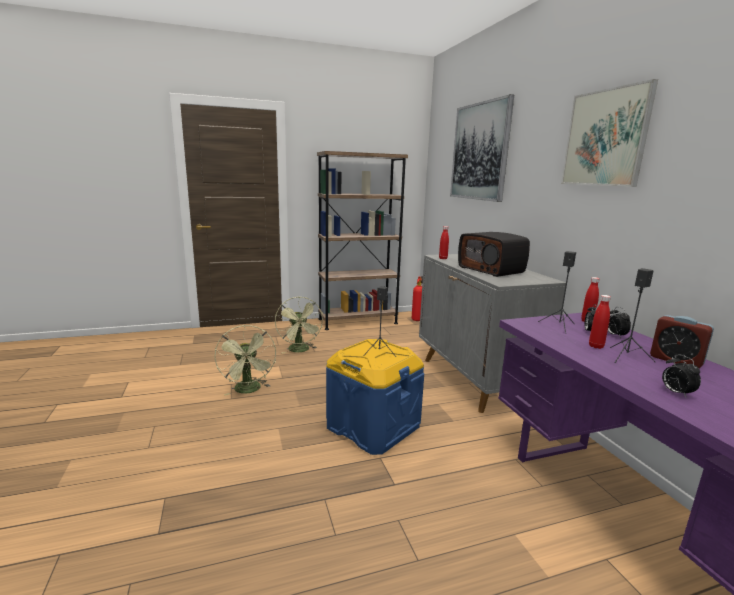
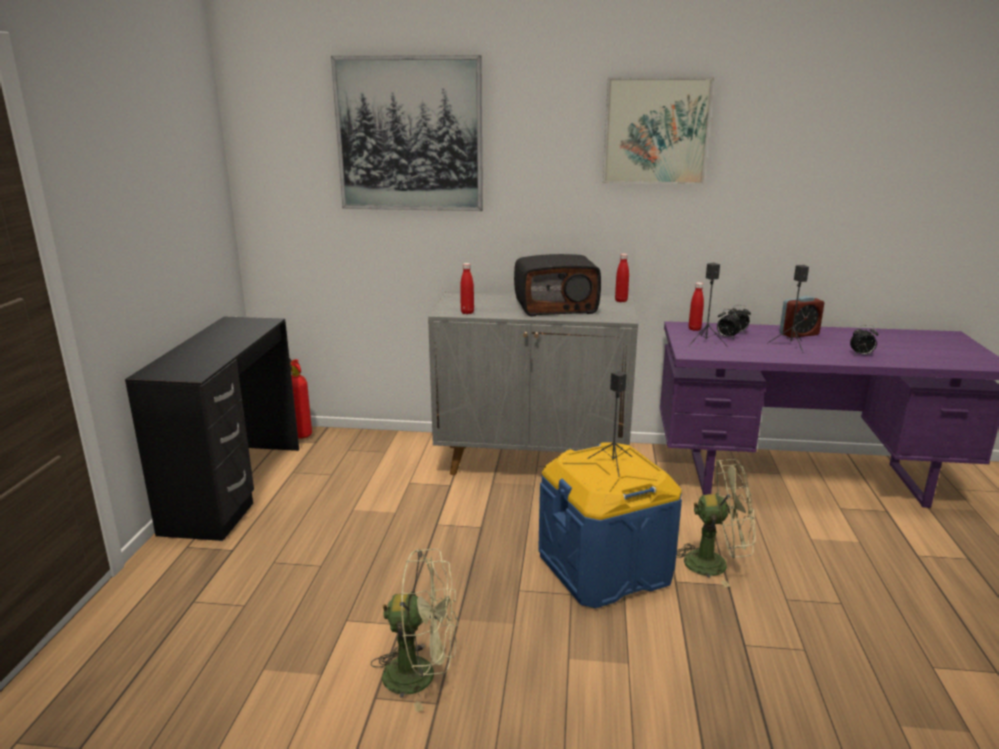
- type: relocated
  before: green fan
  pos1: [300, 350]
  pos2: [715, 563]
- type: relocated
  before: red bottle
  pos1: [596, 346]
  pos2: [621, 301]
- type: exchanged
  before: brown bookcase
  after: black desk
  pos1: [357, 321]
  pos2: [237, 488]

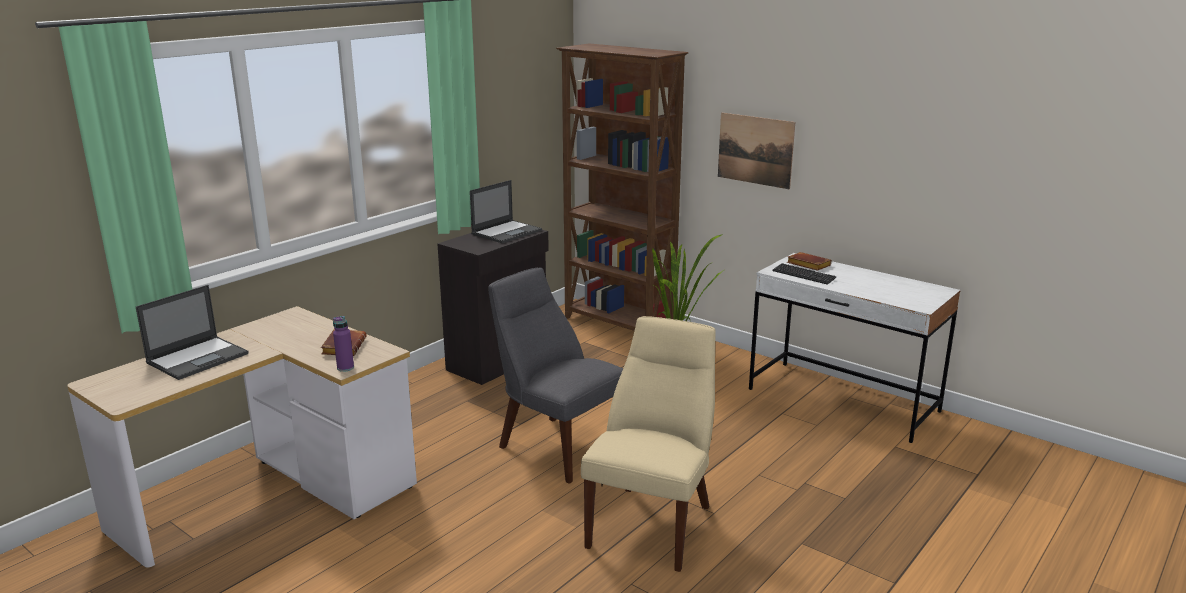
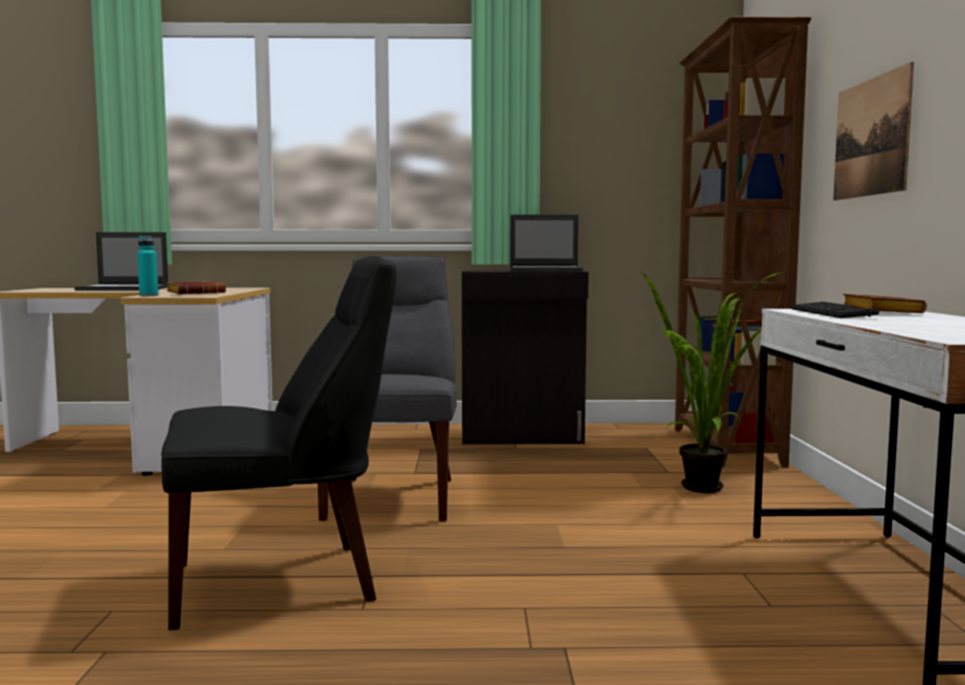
- type: colour
  before: purple bottle
  after: turquoise bottle
  pos1: [345, 368]
  pos2: [149, 295]
- type: colour
  before: beige chair
  after: black chair
  pos1: [653, 523]
  pos2: [284, 581]

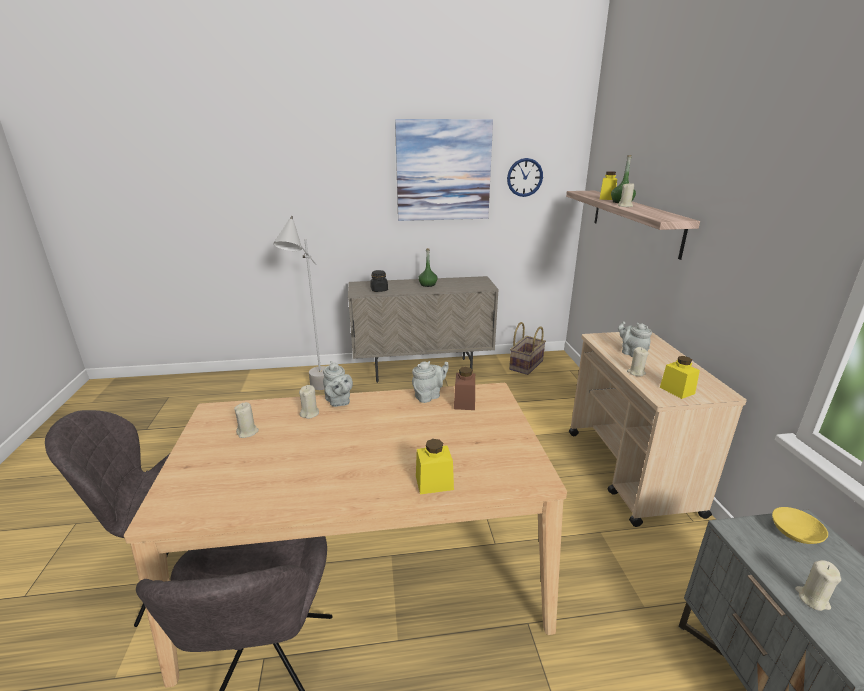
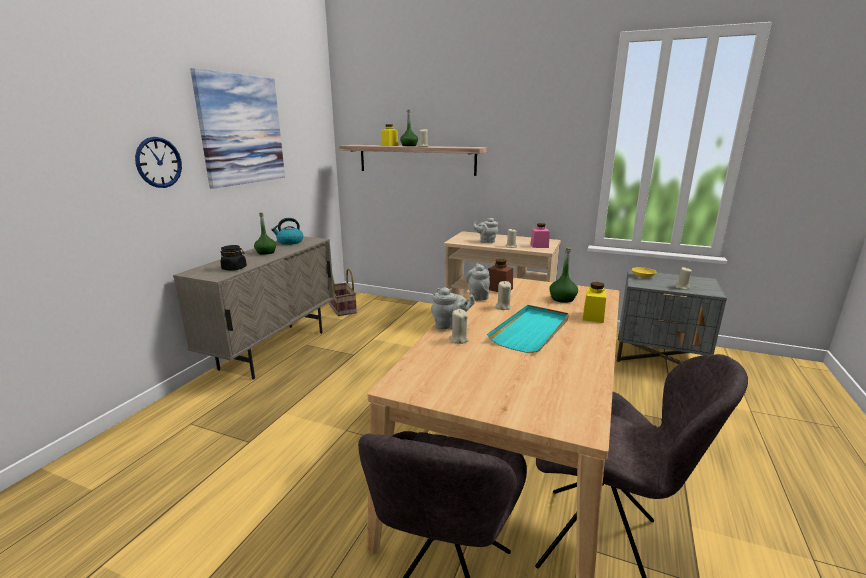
- type: missing
  before: grey floor lamp
  pos1: [315, 394]
- type: appeared
  after: kettle
  pos2: [289, 242]
- type: appeared
  after: turquoise tray
  pos2: [531, 331]
- type: appeared
  after: green bottle
  pos2: [562, 299]
- type: relocated
  before: beige candle
  pos1: [248, 432]
  pos2: [503, 307]
- type: relocated
  before: wall clock
  pos1: [524, 177]
  pos2: [158, 162]
- type: colour
  before: yellow jar
  after: pink jar
  pos1: [677, 390]
  pos2: [539, 246]

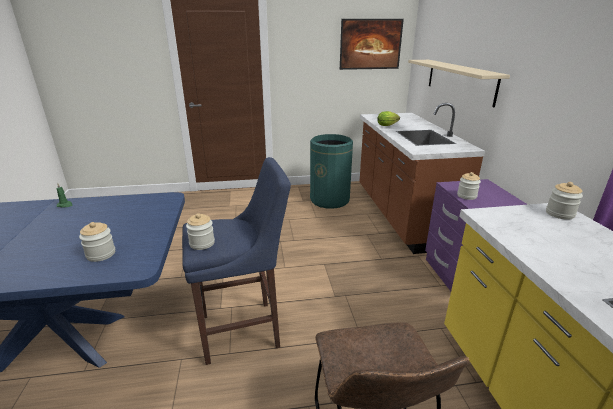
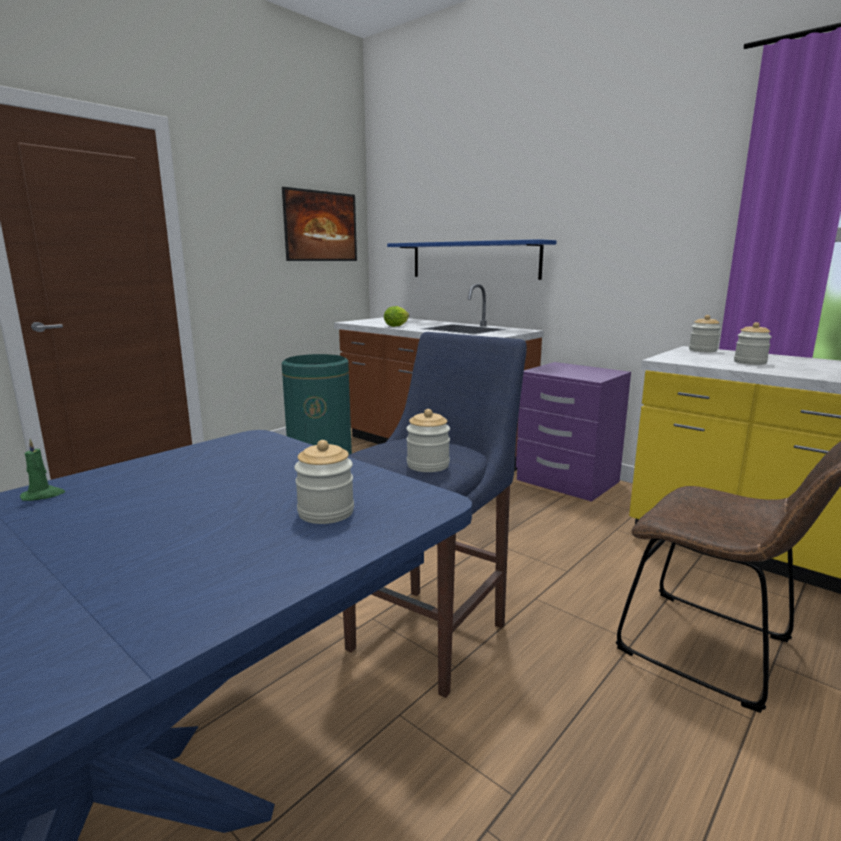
- type: relocated
  before: jar
  pos1: [466, 196]
  pos2: [750, 362]
- type: colour
  before: beige shelf
  after: blue shelf
  pos1: [459, 80]
  pos2: [473, 260]

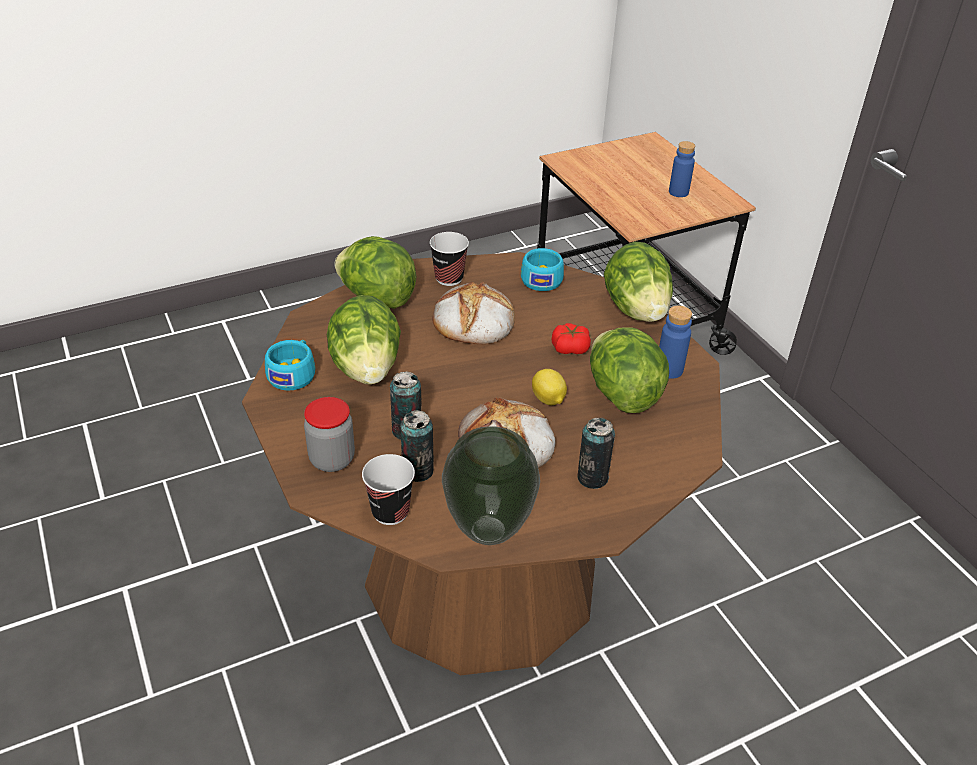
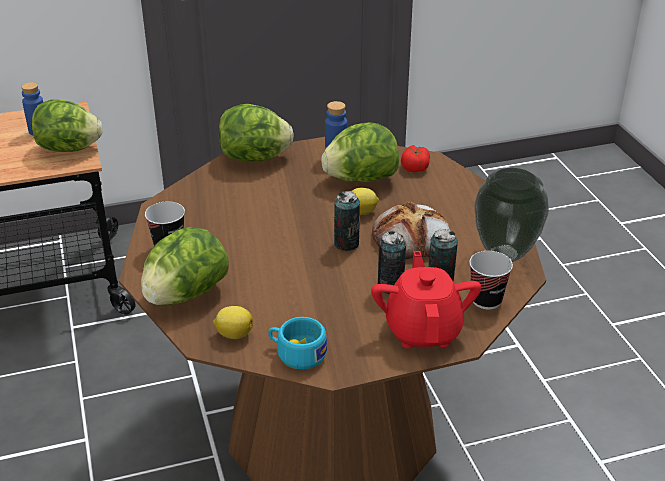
- type: missing
  before: bread
  pos1: [473, 321]
- type: missing
  before: turquoise cup
  pos1: [542, 278]
- type: appeared
  after: lemon
  pos2: [233, 334]
- type: relocated
  before: lettuce
  pos1: [367, 368]
  pos2: [69, 149]
- type: relocated
  before: tomato
  pos1: [570, 348]
  pos2: [415, 167]
- type: relocated
  before: can
  pos1: [592, 477]
  pos2: [346, 244]
- type: exchanged
  before: jar
  after: red teapot
  pos1: [332, 459]
  pos2: [423, 330]

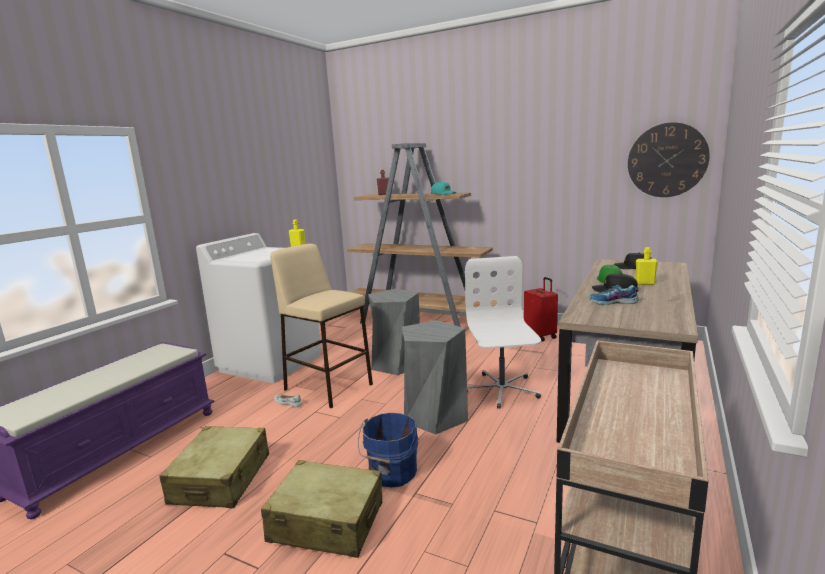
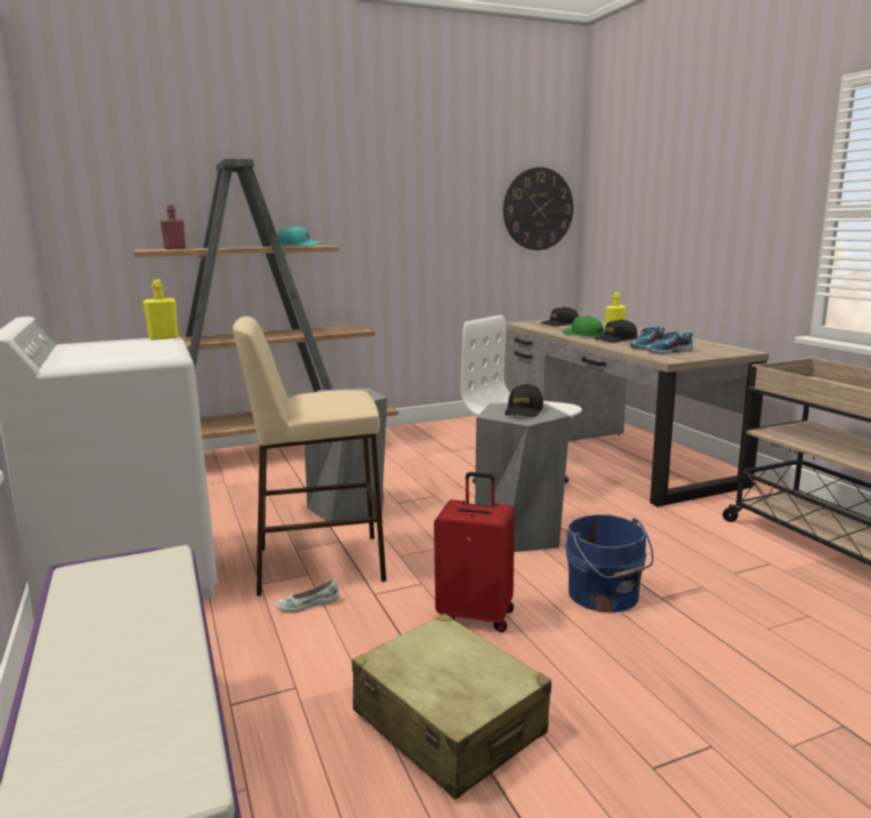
- type: missing
  before: beige suitcase
  pos1: [327, 522]
- type: appeared
  after: black cap
  pos2: [524, 411]
- type: appeared
  after: shoe
  pos2: [669, 352]
- type: relocated
  before: red suitcase
  pos1: [541, 336]
  pos2: [476, 615]

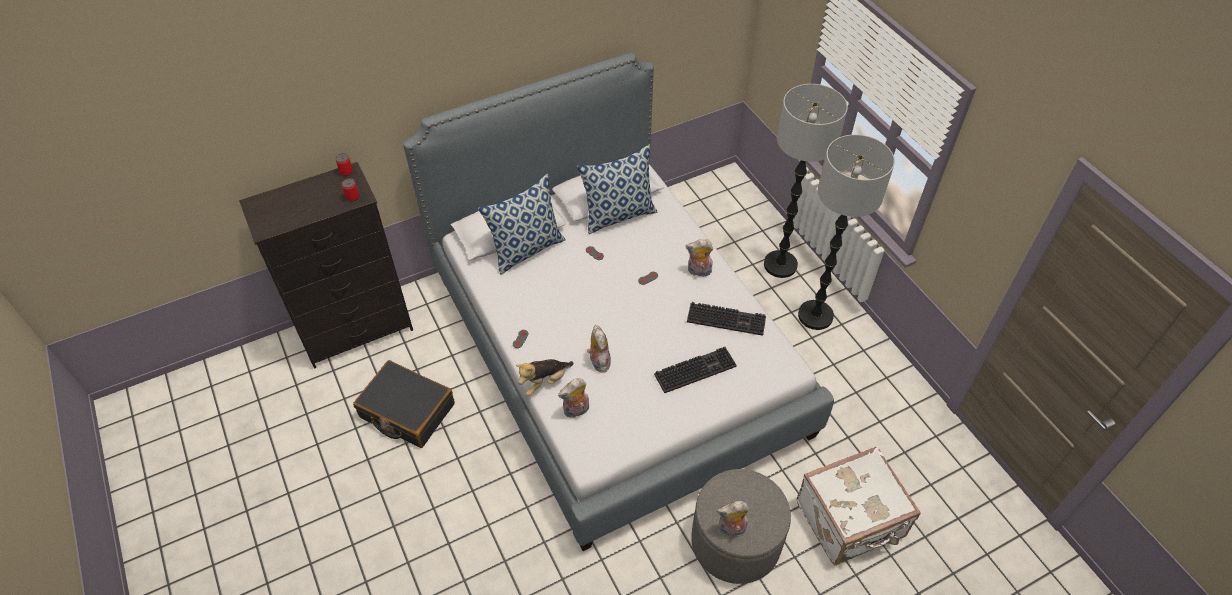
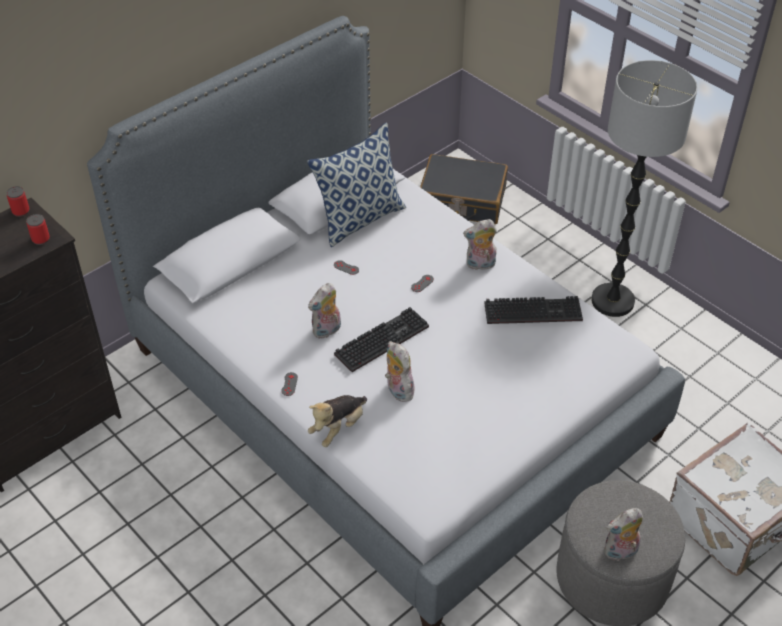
- type: missing
  before: pillow
  pos1: [526, 249]
- type: missing
  before: floor lamp
  pos1: [780, 265]
- type: relocated
  before: black suitcase
  pos1: [407, 411]
  pos2: [462, 200]
- type: relocated
  before: plush toy
  pos1: [576, 411]
  pos2: [327, 331]
- type: relocated
  before: keyboard
  pos1: [695, 369]
  pos2: [382, 339]

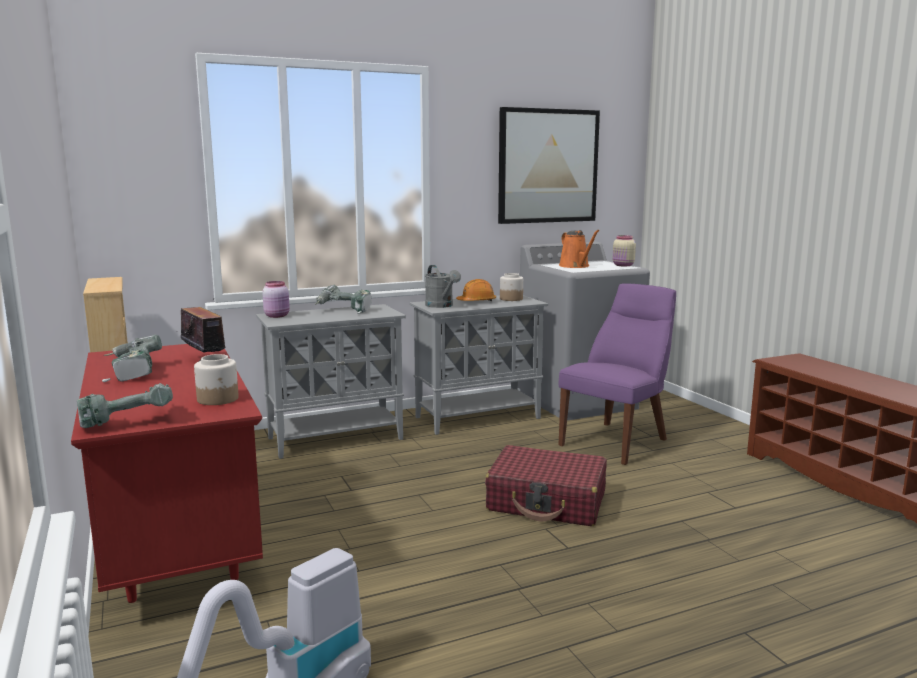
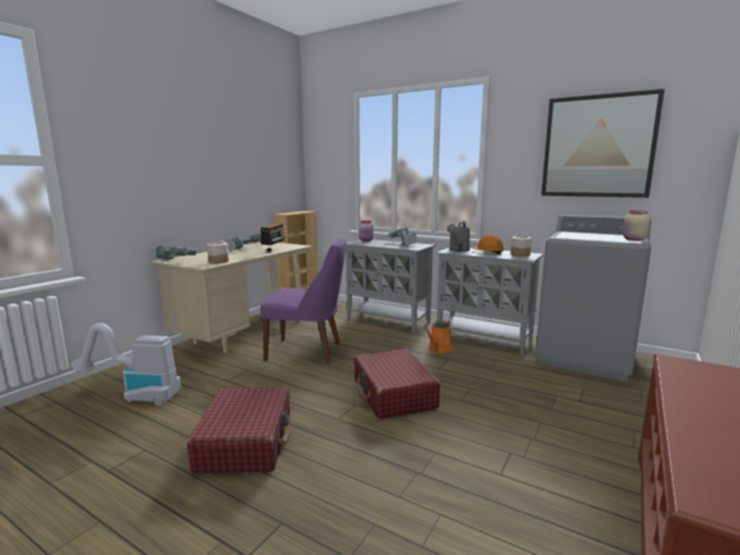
- type: appeared
  after: red suitcase
  pos2: [246, 442]
- type: relocated
  before: orange watering can
  pos1: [576, 266]
  pos2: [439, 349]
- type: relocated
  before: purple chair
  pos1: [617, 441]
  pos2: [308, 351]
- type: colour
  before: red desk
  after: beige desk
  pos1: [177, 543]
  pos2: [245, 333]

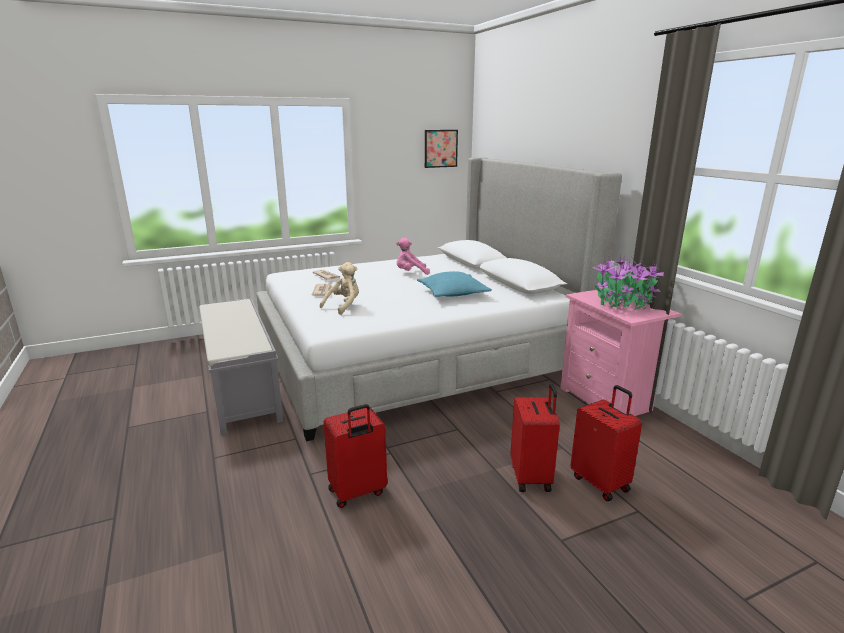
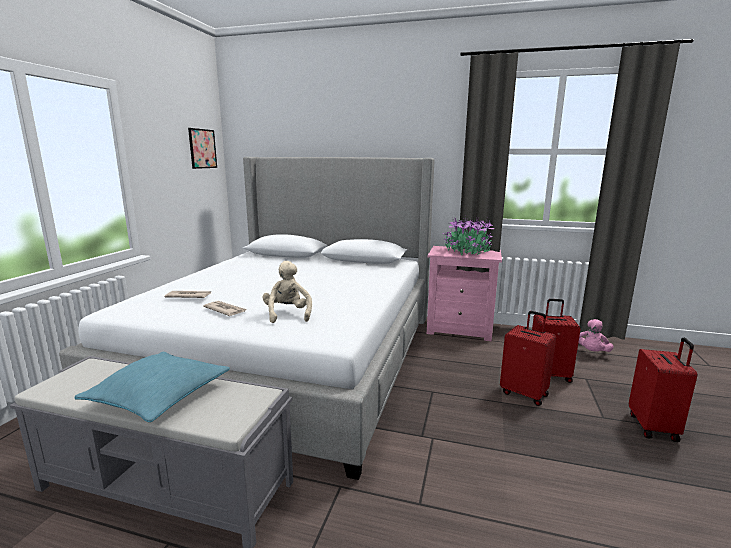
- type: relocated
  before: red suitcase
  pos1: [357, 492]
  pos2: [654, 427]
- type: relocated
  before: pink plush toy
  pos1: [410, 273]
  pos2: [592, 352]
- type: relocated
  before: turquoise pillow
  pos1: [453, 293]
  pos2: [159, 396]

